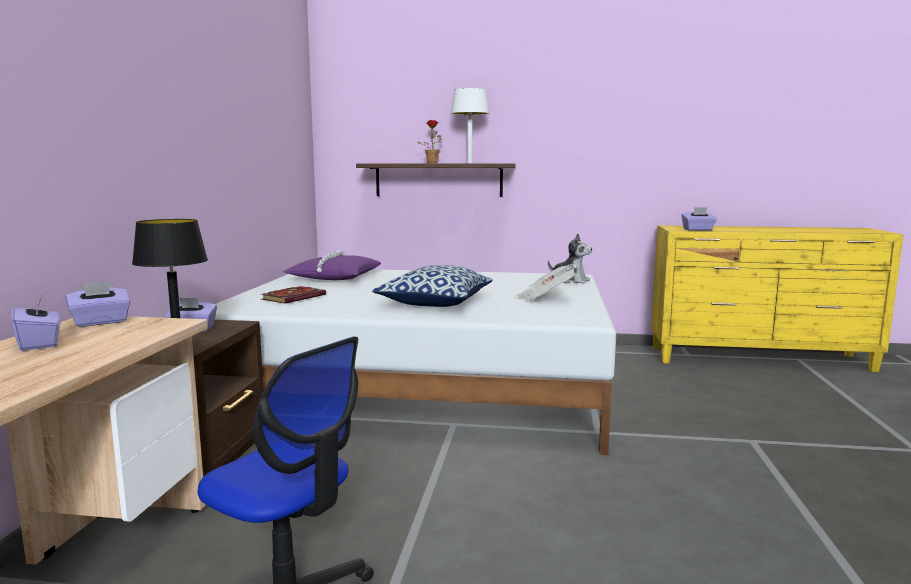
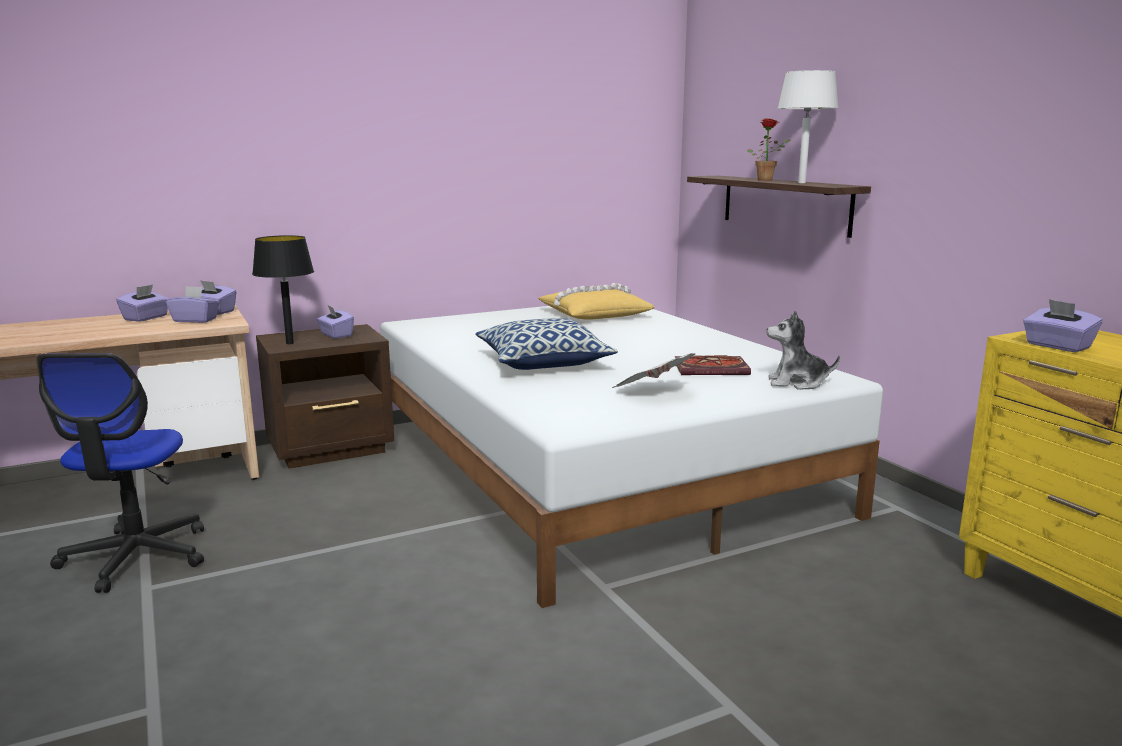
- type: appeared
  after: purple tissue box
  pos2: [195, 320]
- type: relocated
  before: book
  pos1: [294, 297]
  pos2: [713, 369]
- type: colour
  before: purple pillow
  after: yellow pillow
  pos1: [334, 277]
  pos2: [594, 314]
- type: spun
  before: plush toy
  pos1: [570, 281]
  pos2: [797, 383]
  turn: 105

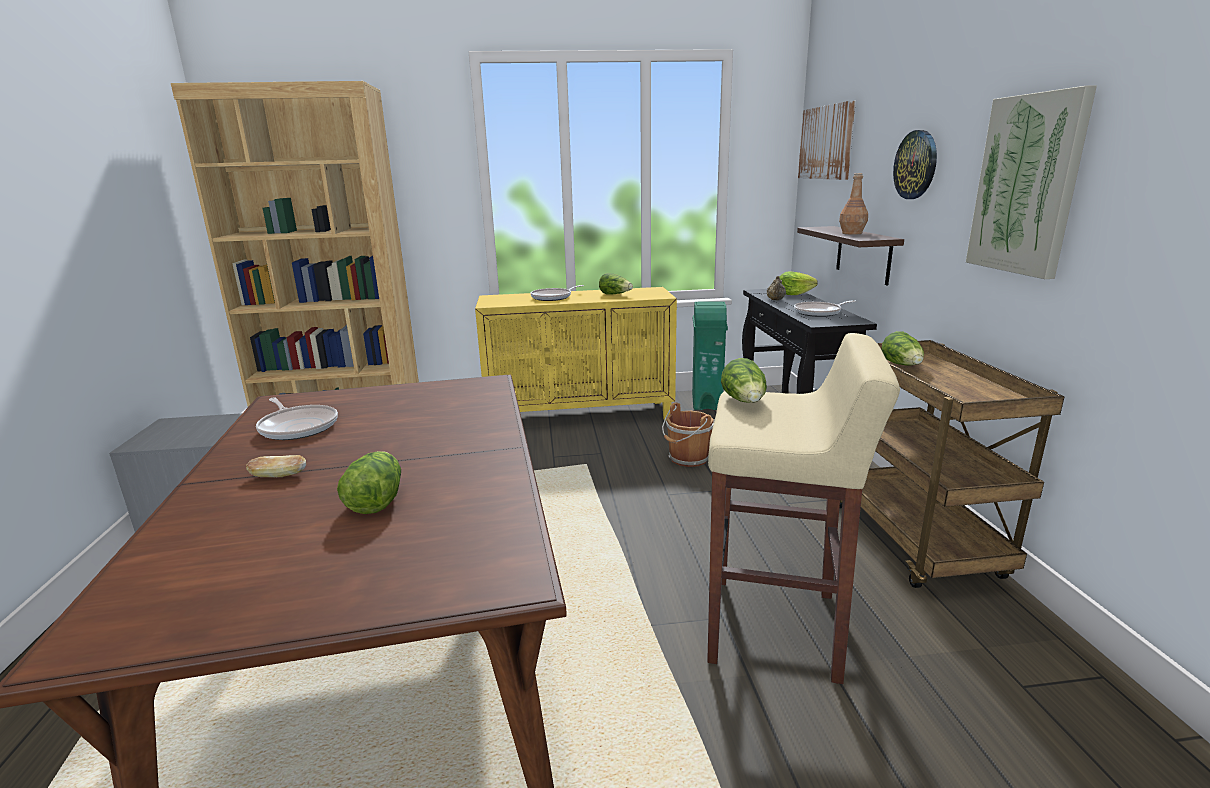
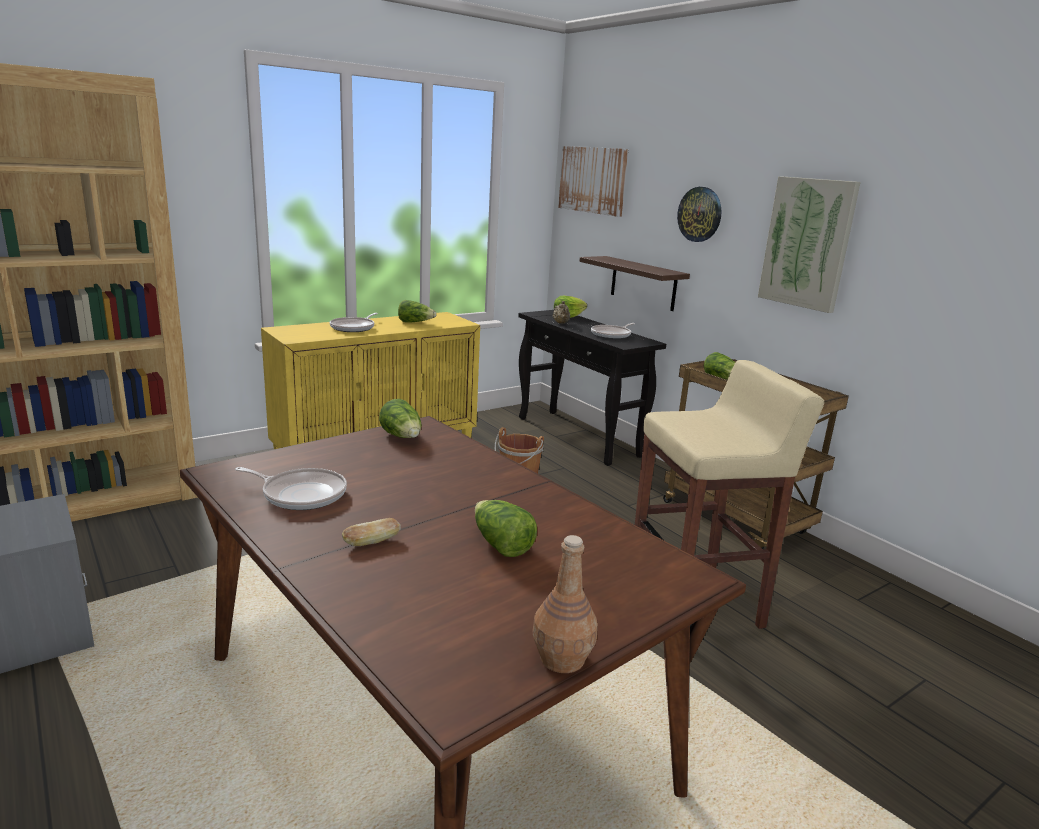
- type: missing
  before: green trash can
  pos1: [707, 402]
- type: relocated
  before: lettuce
  pos1: [745, 402]
  pos2: [402, 437]
- type: relocated
  before: brown bottle
  pos1: [852, 233]
  pos2: [561, 658]

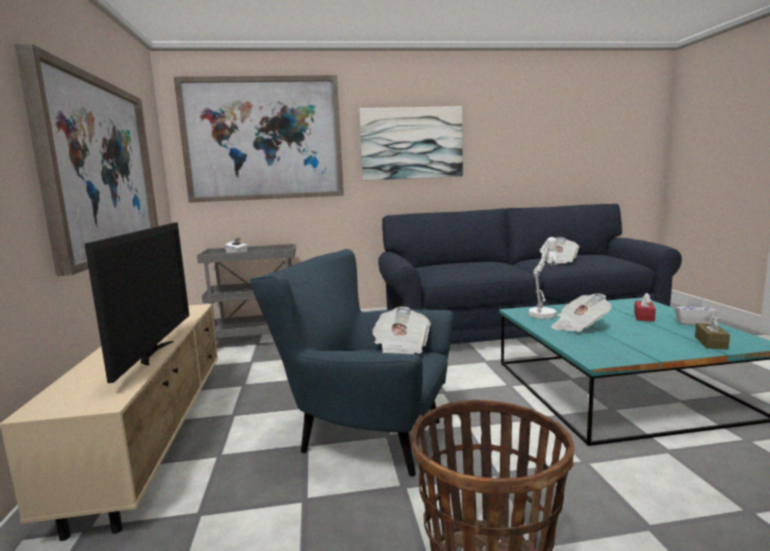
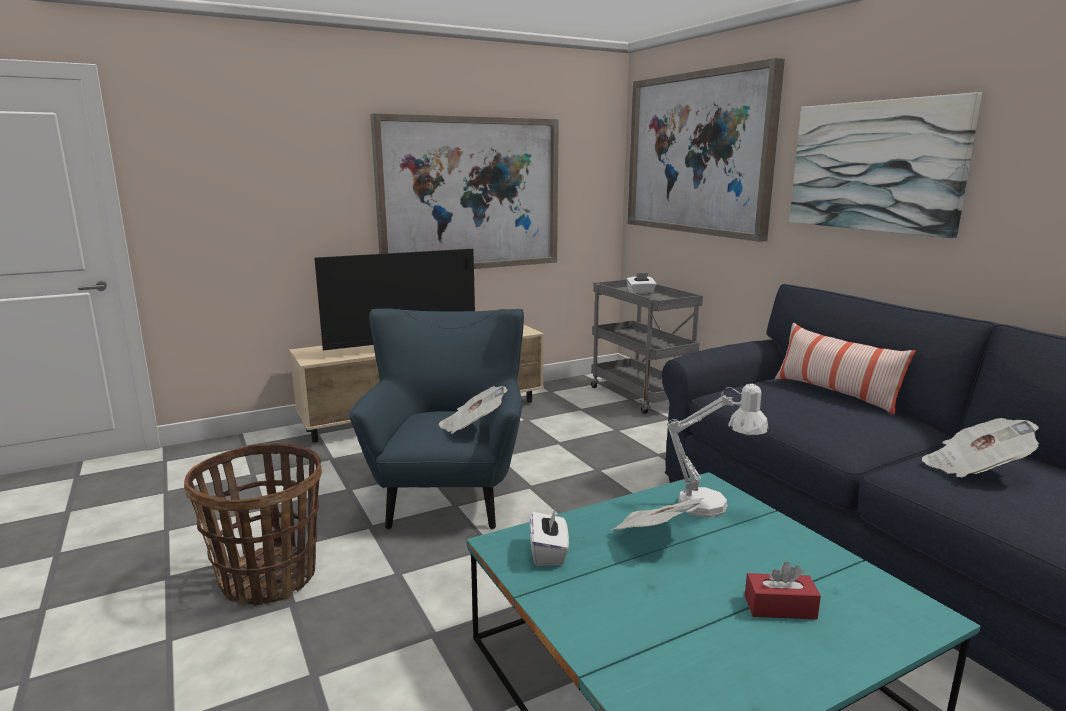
- type: missing
  before: brown tissue box
  pos1: [710, 343]
- type: appeared
  after: pillow
  pos2: [835, 394]
- type: relocated
  before: white tissue box
  pos1: [693, 323]
  pos2: [548, 553]

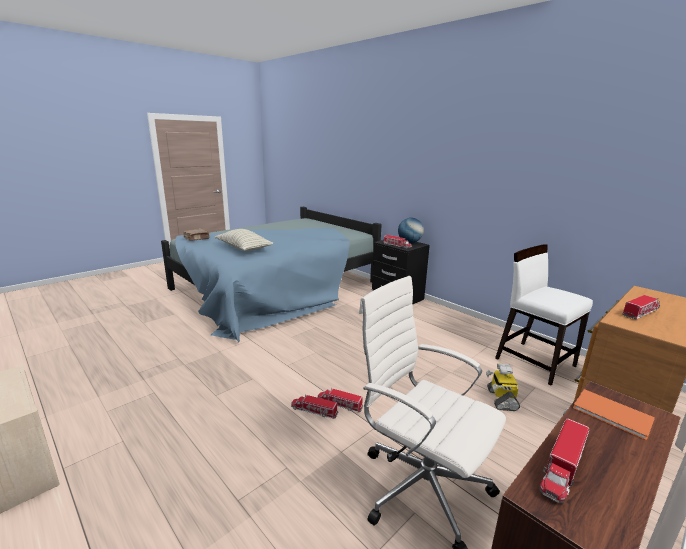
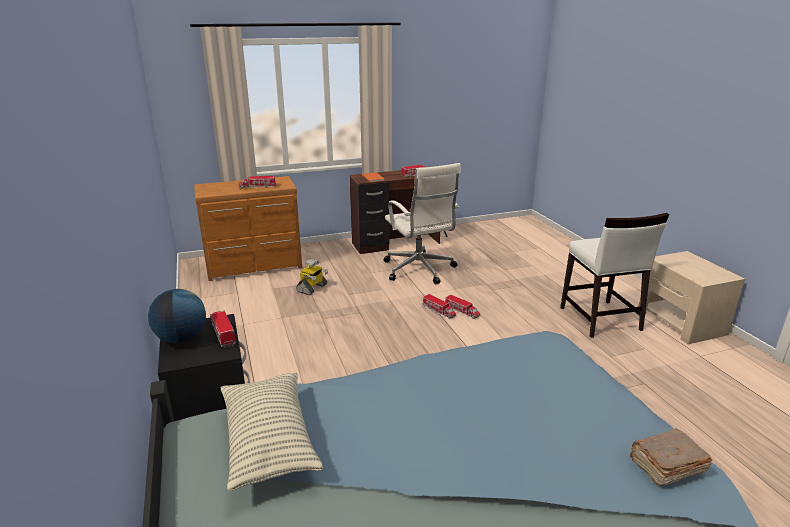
- type: relocated
  before: pillow
  pos1: [244, 249]
  pos2: [269, 441]
- type: relocated
  before: white chair
  pos1: [534, 361]
  pos2: [600, 319]

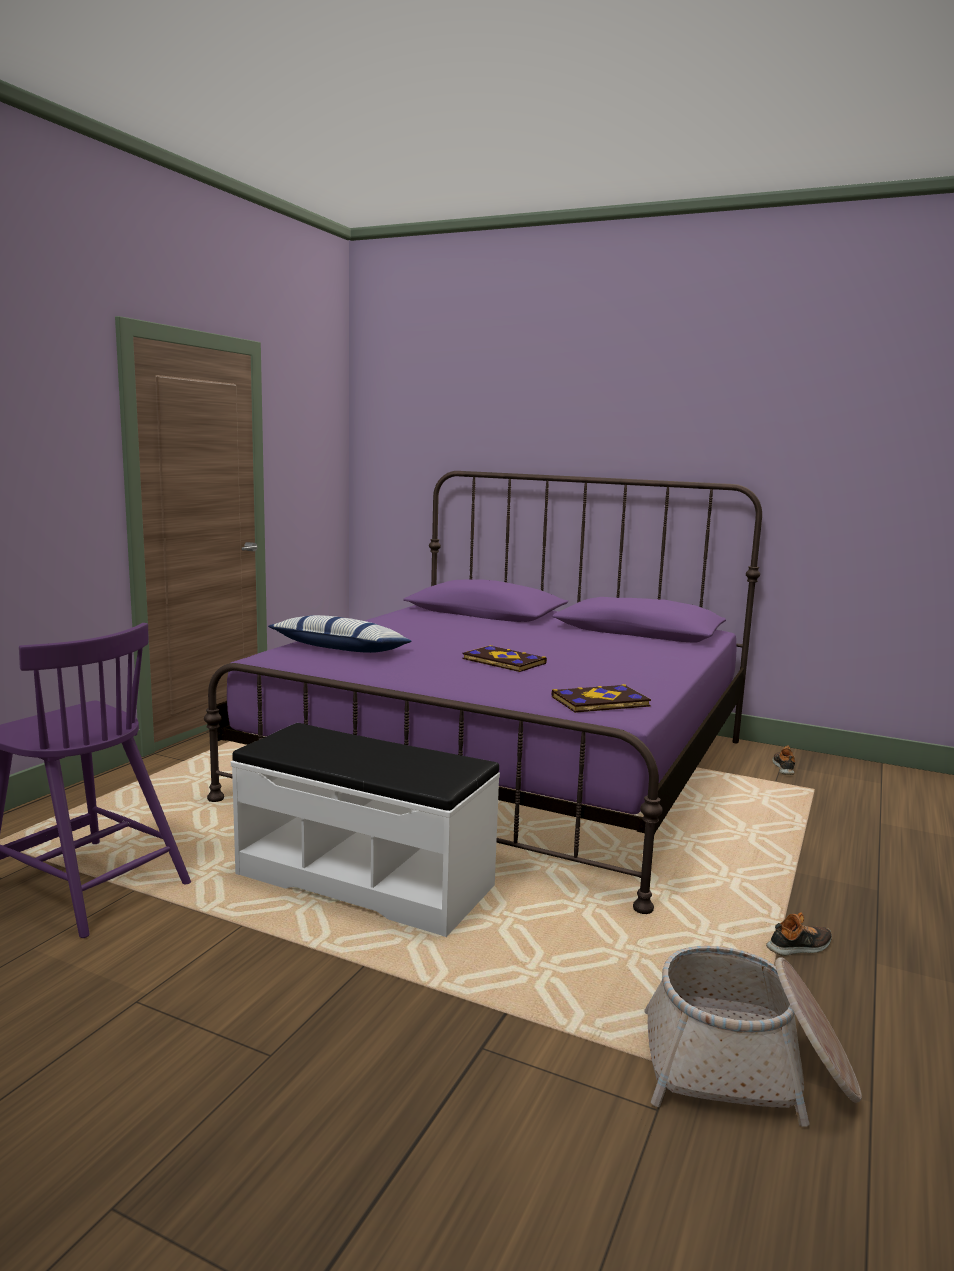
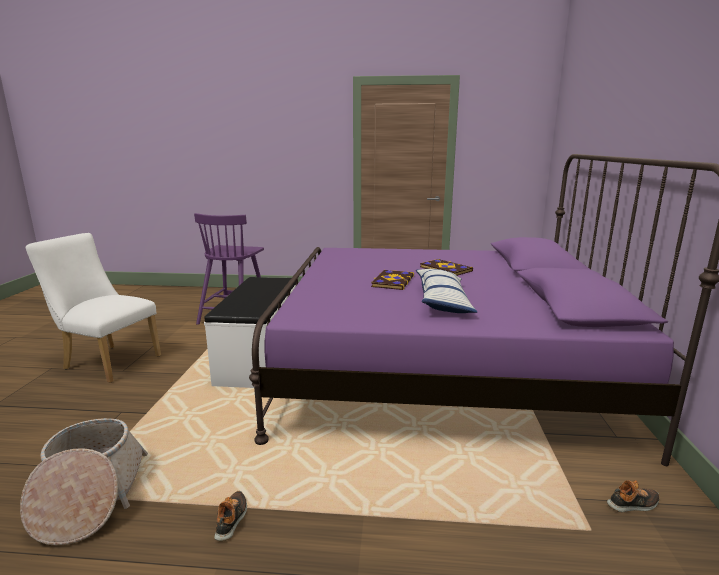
- type: appeared
  after: white chair
  pos2: [107, 361]
- type: relocated
  before: pillow
  pos1: [340, 649]
  pos2: [442, 301]
- type: relocated
  before: book
  pos1: [600, 702]
  pos2: [445, 269]
- type: spun
  before: shoe
  pos1: [800, 947]
  pos2: [232, 519]
  turn: -135

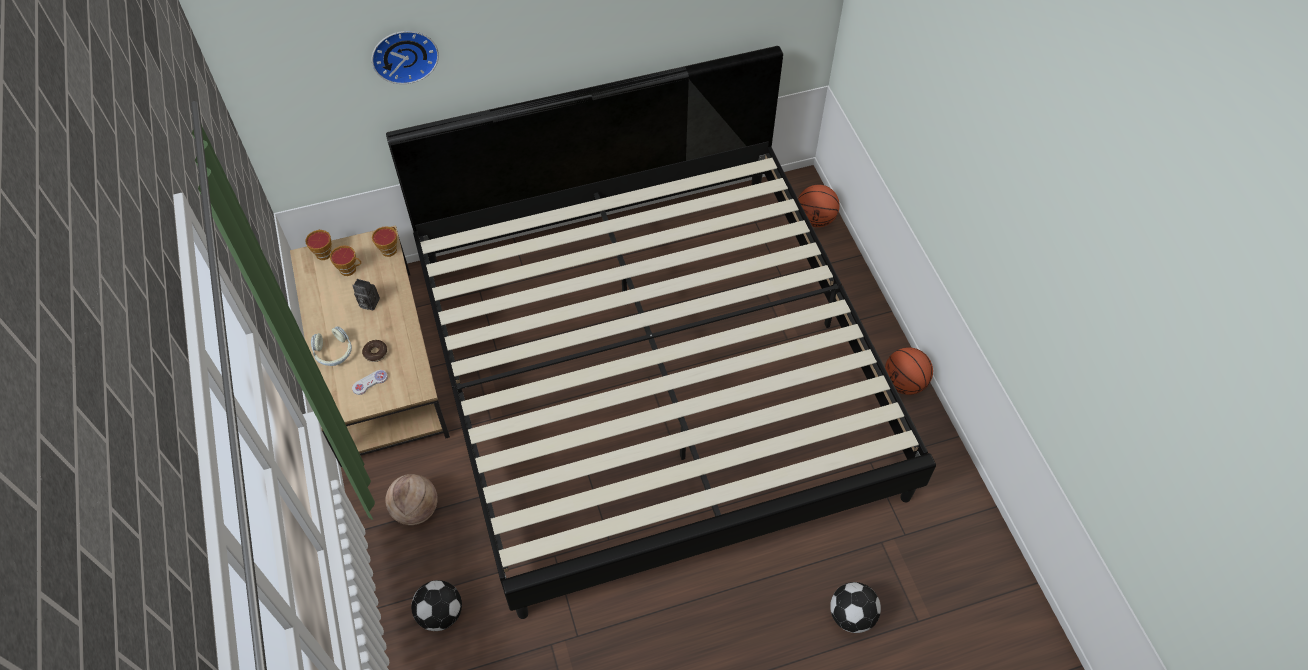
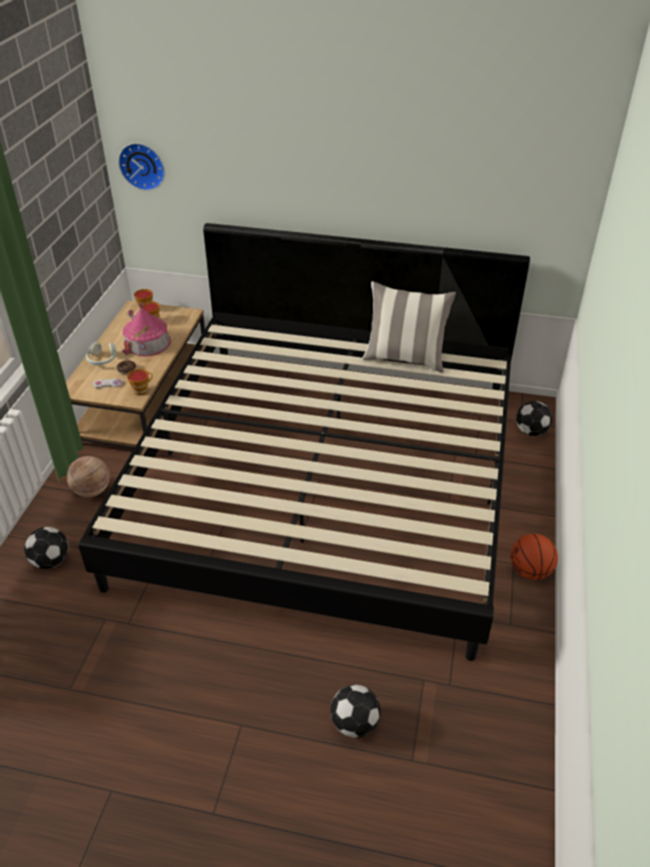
- type: appeared
  after: pillow
  pos2: [405, 359]
- type: relocated
  before: wall clock
  pos1: [404, 54]
  pos2: [143, 165]
- type: relocated
  before: cup
  pos1: [390, 248]
  pos2: [142, 390]
- type: exchanged
  before: photo camera
  after: toy house
  pos1: [368, 303]
  pos2: [147, 342]
- type: exchanged
  before: basketball
  after: football
  pos1: [815, 219]
  pos2: [531, 431]

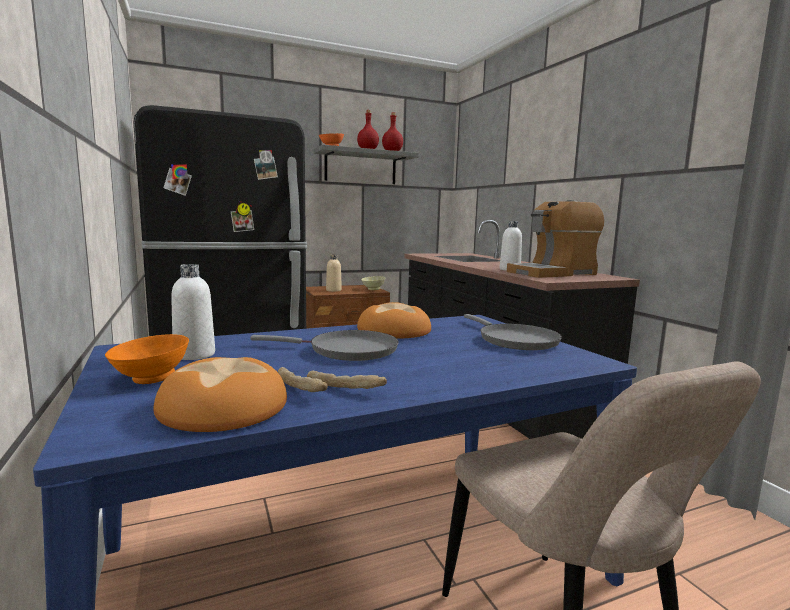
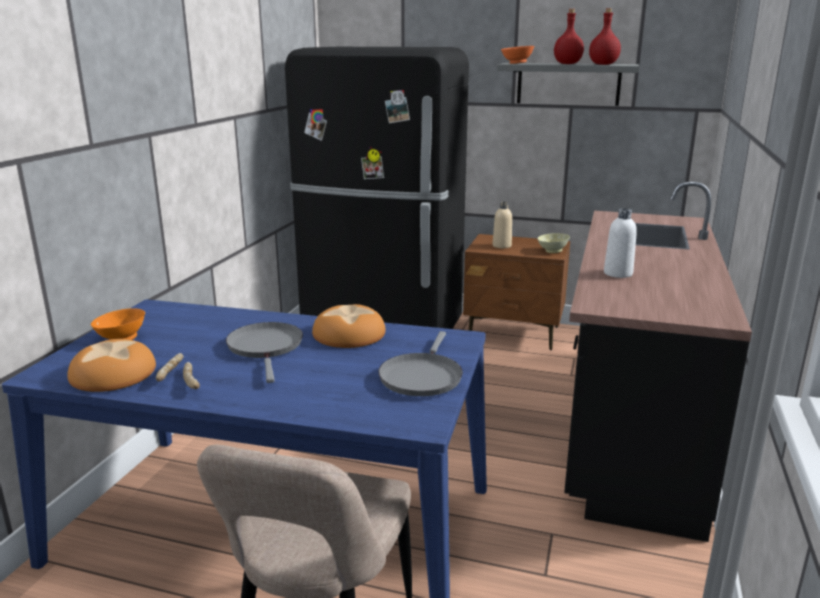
- type: missing
  before: white bottle
  pos1: [194, 355]
- type: missing
  before: coffee machine
  pos1: [553, 273]
- type: spun
  before: grey frying pan
  pos1: [347, 350]
  pos2: [266, 347]
  turn: -150

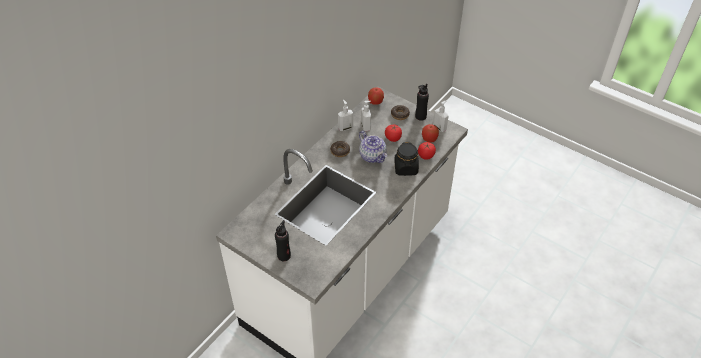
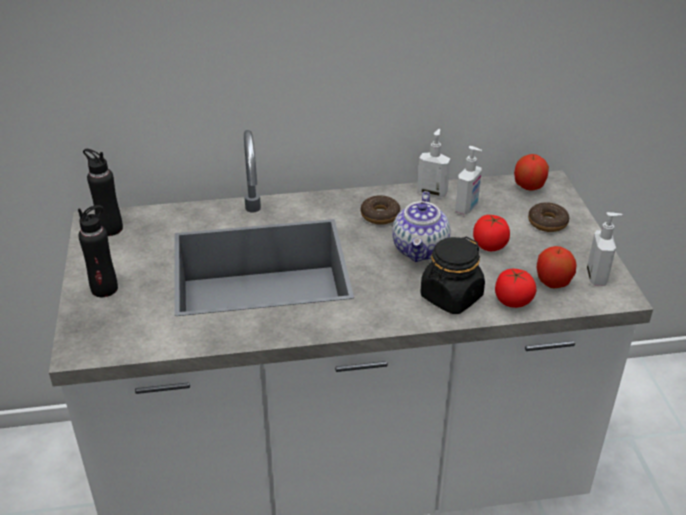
- type: relocated
  before: black bottle
  pos1: [420, 116]
  pos2: [110, 228]

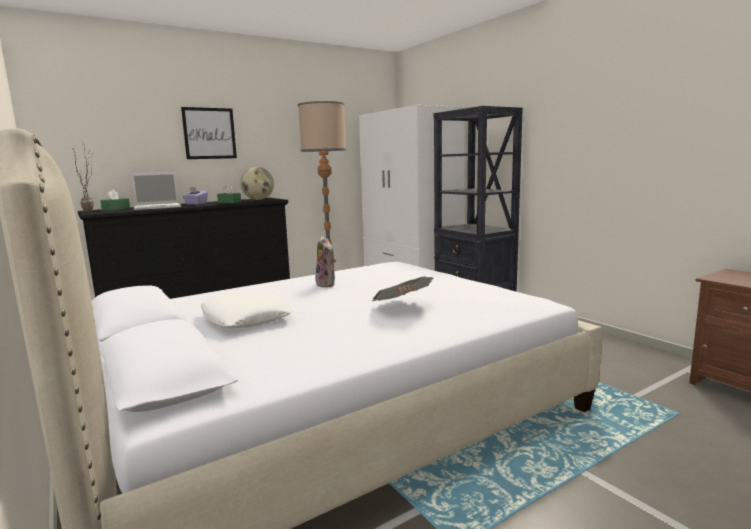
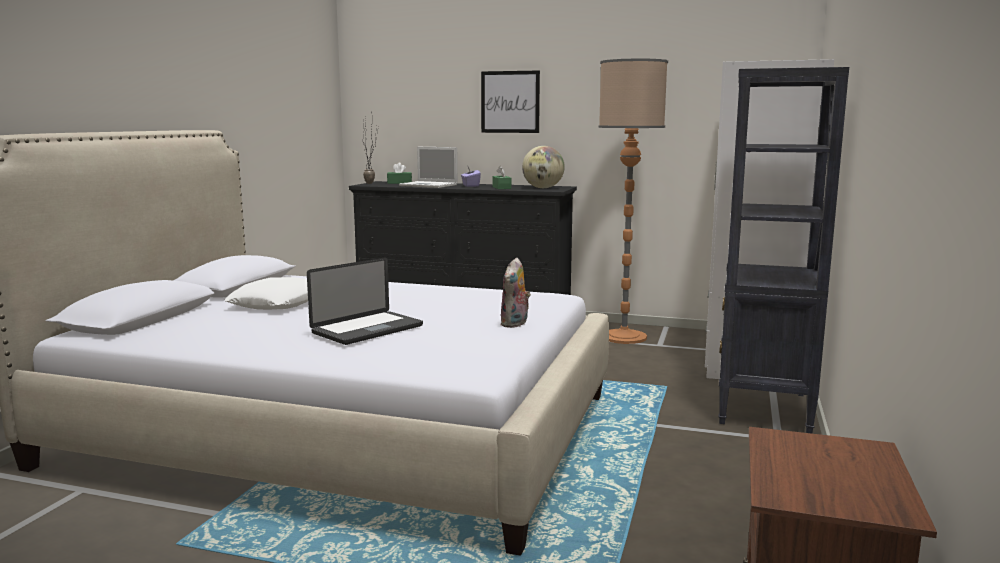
- type: relocated
  before: plush toy
  pos1: [327, 284]
  pos2: [515, 324]
- type: exchanged
  before: newspaper
  after: laptop
  pos1: [402, 306]
  pos2: [367, 329]

